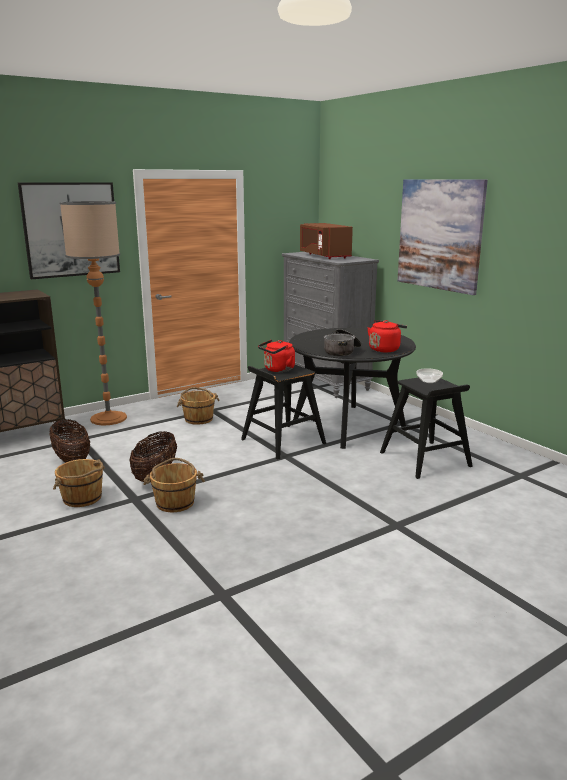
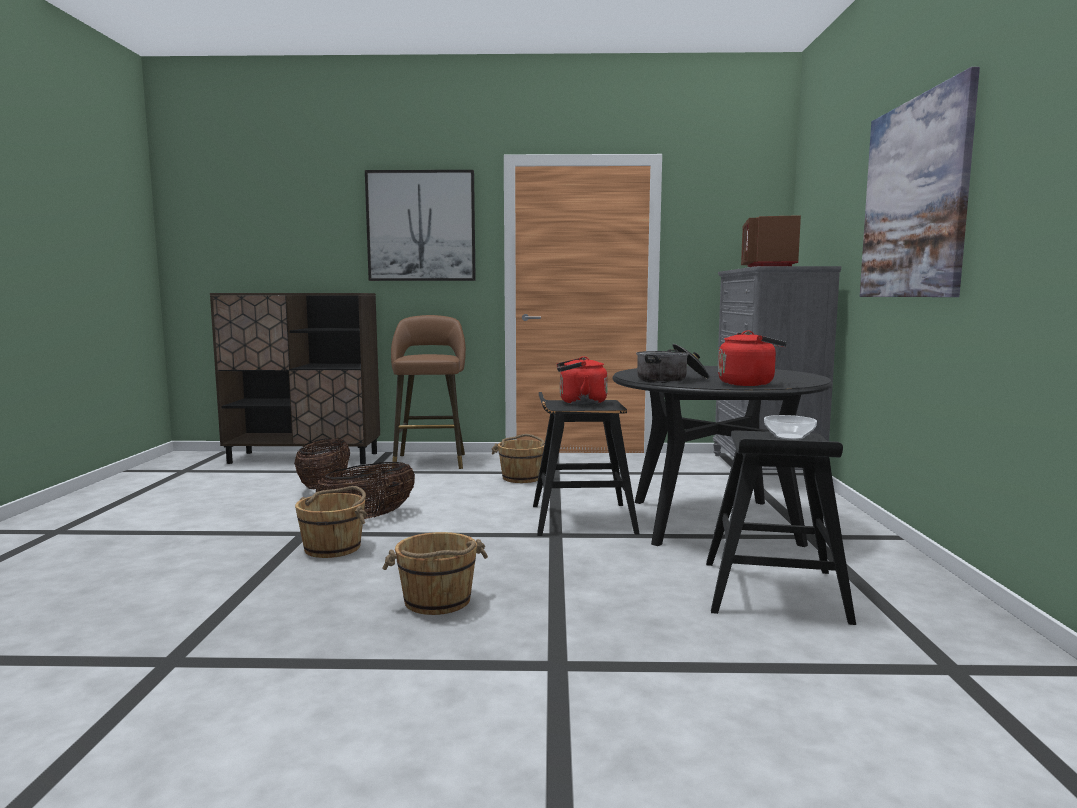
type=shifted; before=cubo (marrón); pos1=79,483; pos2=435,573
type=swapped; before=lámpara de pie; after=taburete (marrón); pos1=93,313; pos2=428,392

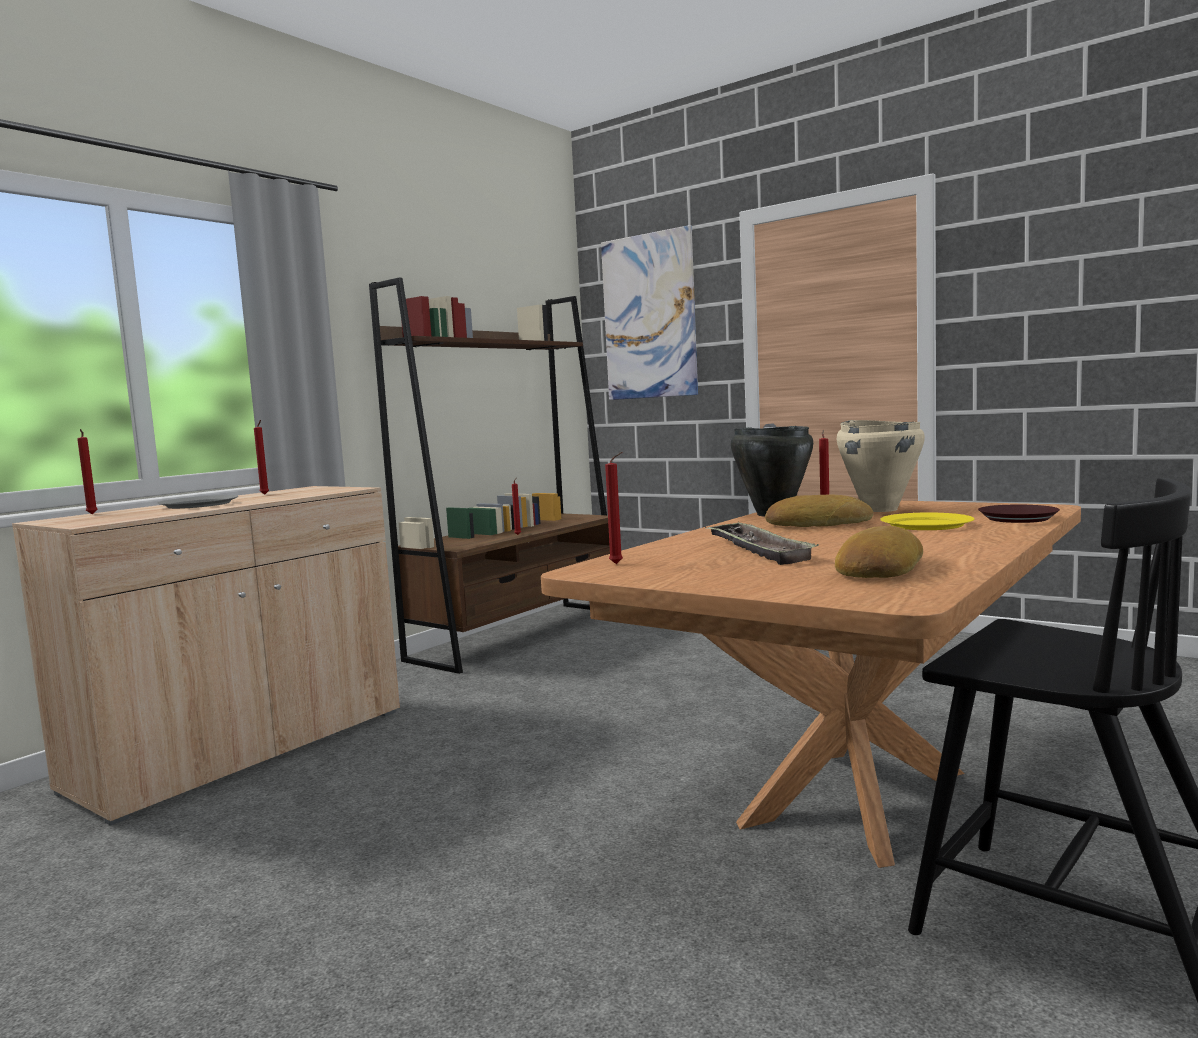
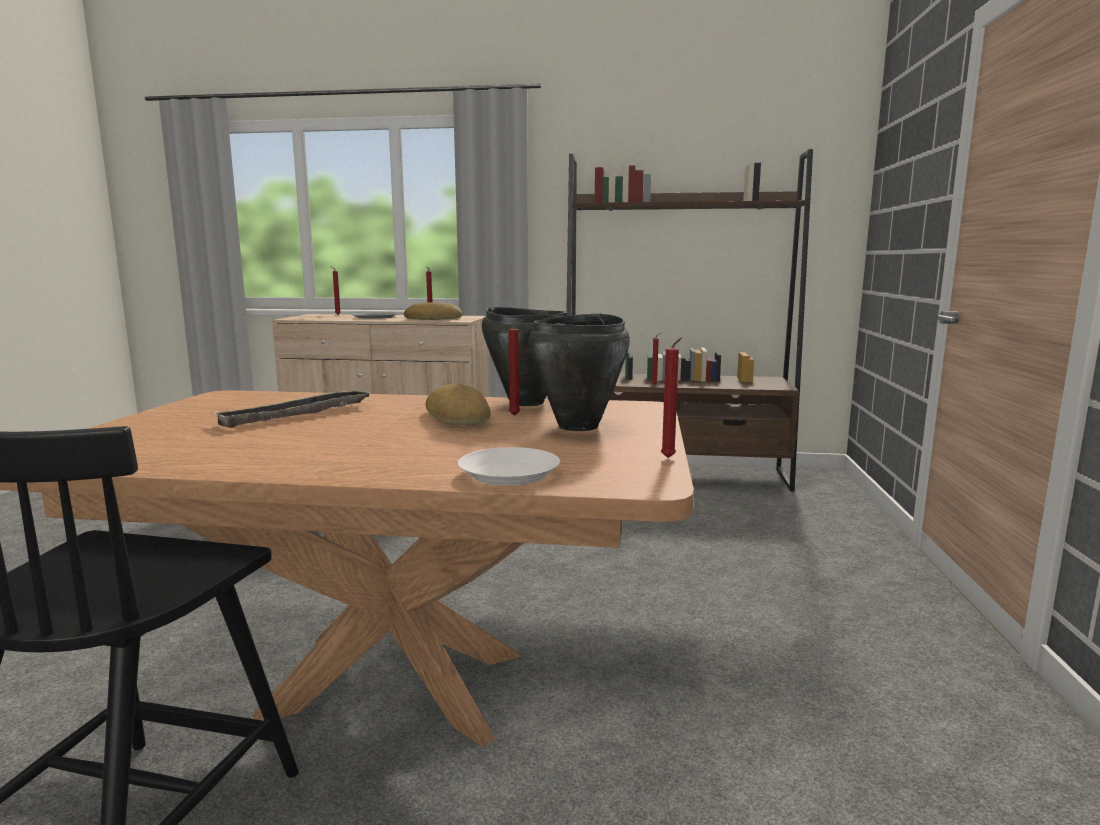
type=gone; before=cuadro; pos1=649,312
type=gone; before=plato (amarillo); pos1=927,521
type=shifted; before=vela (rojo); pos1=614,508; pos2=671,398
type=shifted; before=pan; pos1=879,552; pos2=433,311
type=repainted; before=olla (beis); after=olla (negro); pos1=881,466; pos2=579,372
type=repainted; before=plato (marrón); after=plato (blanco); pos1=1019,514; pos2=509,466

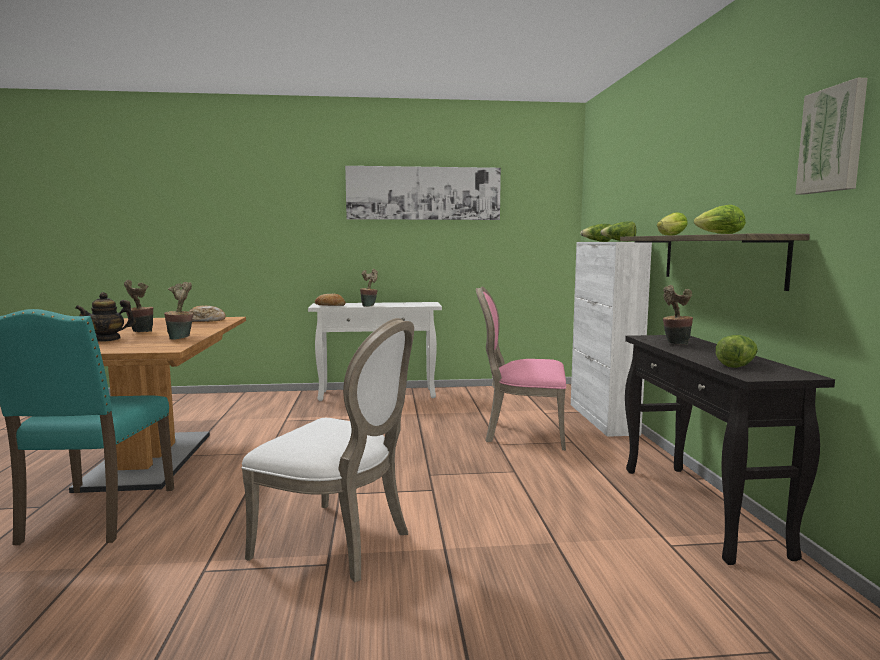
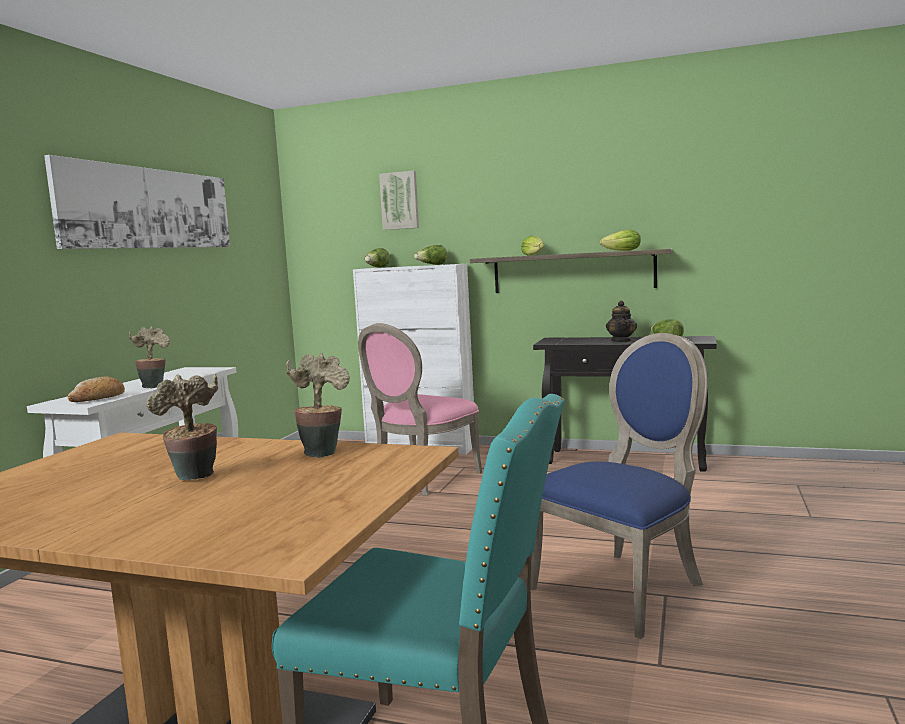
type=gone; before=pan; pos1=207,314
type=gone; before=planta en maceta; pos1=678,315
type=shifted; before=tetera; pos1=105,317; pos2=621,321
type=shifted; before=cuadro; pos1=831,136; pos2=399,200
type=repainted; before=silla (blanco); after=silla (azul); pos1=327,450; pos2=619,486

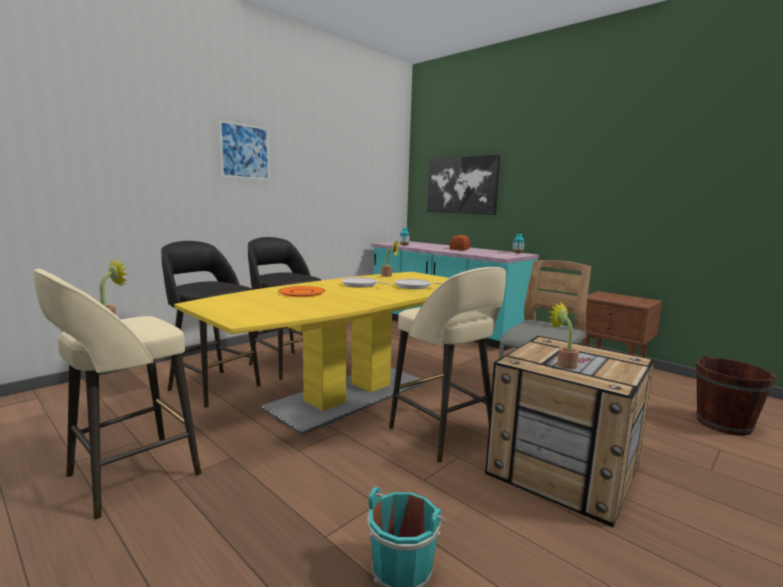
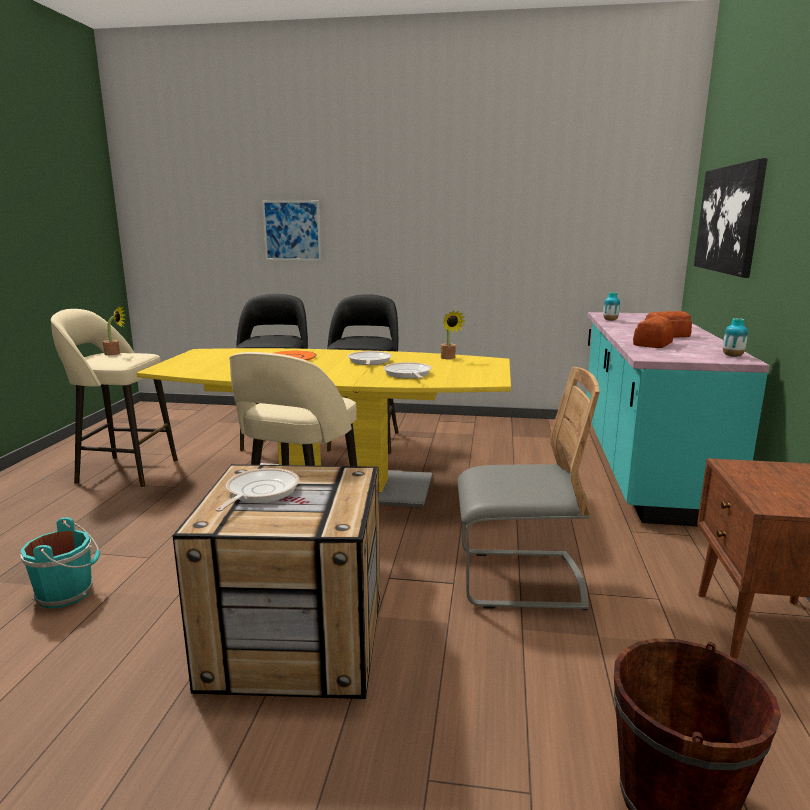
type=new; after=pan; pos2=653,332
type=shifted; before=cuadro; pos1=244,150; pos2=291,230
type=swapped; before=planta en maceta; after=sartén; pos1=563,335; pos2=257,490

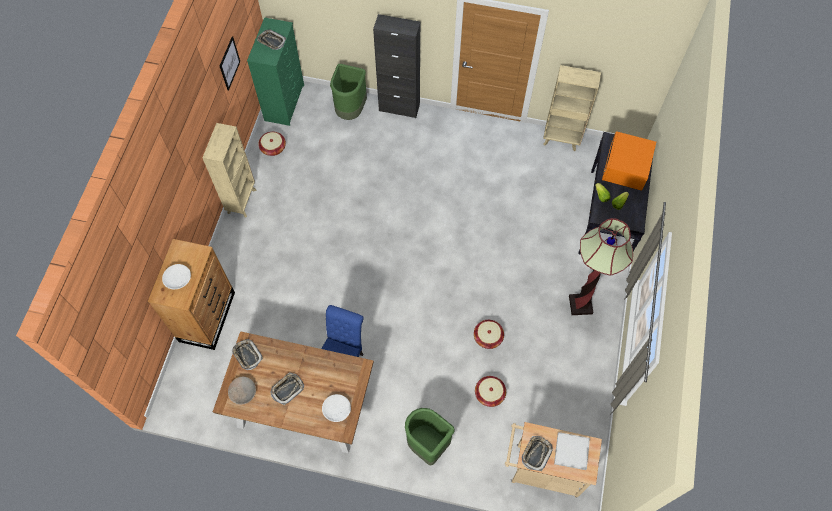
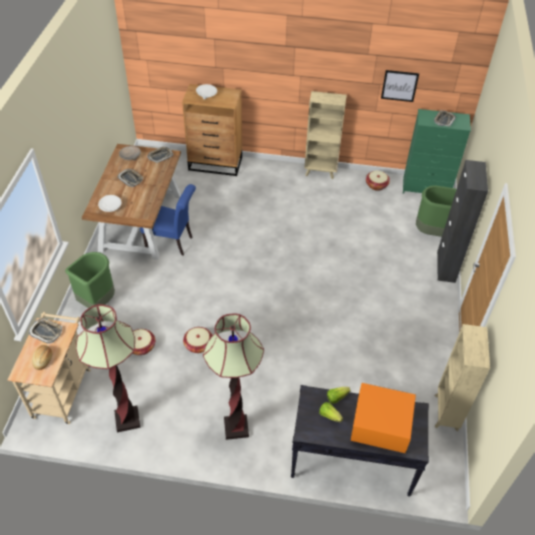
type=new; after=lámpara de pie; pos2=108,368
type=swapped; before=bandeja (blanco); after=pan; pos1=572,451; pos2=42,357

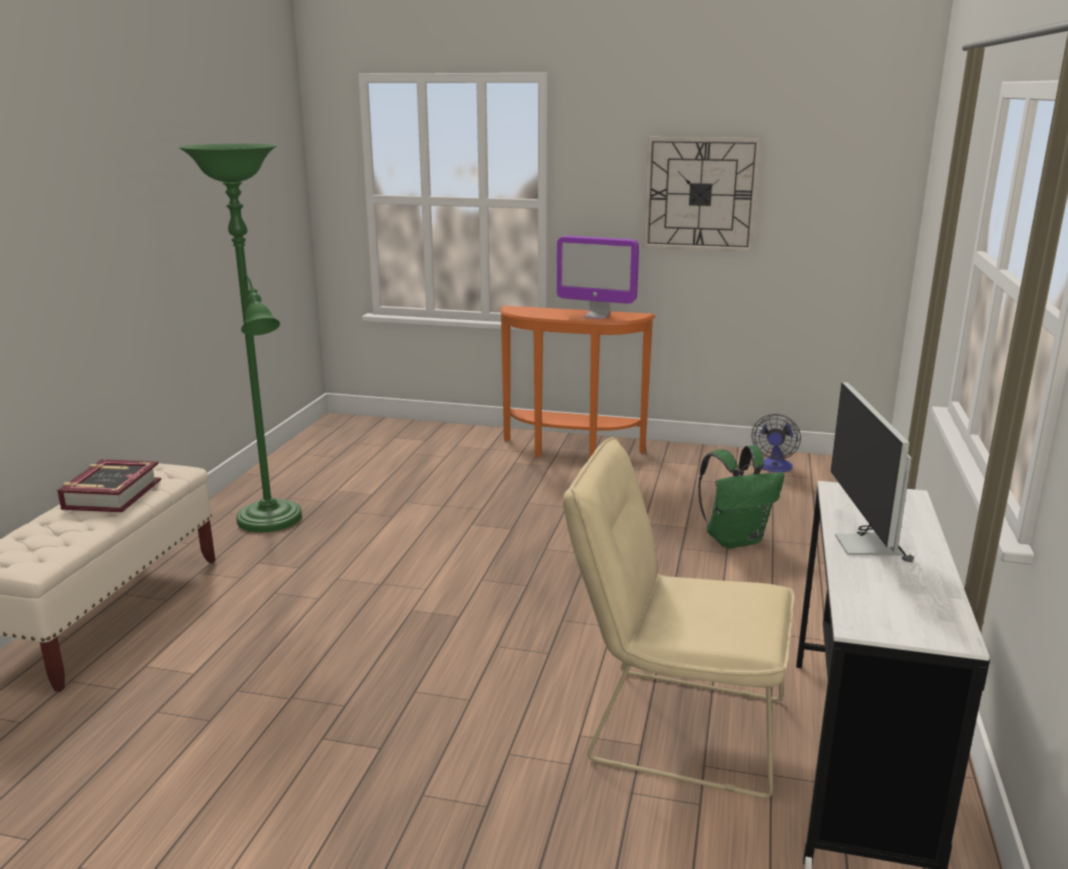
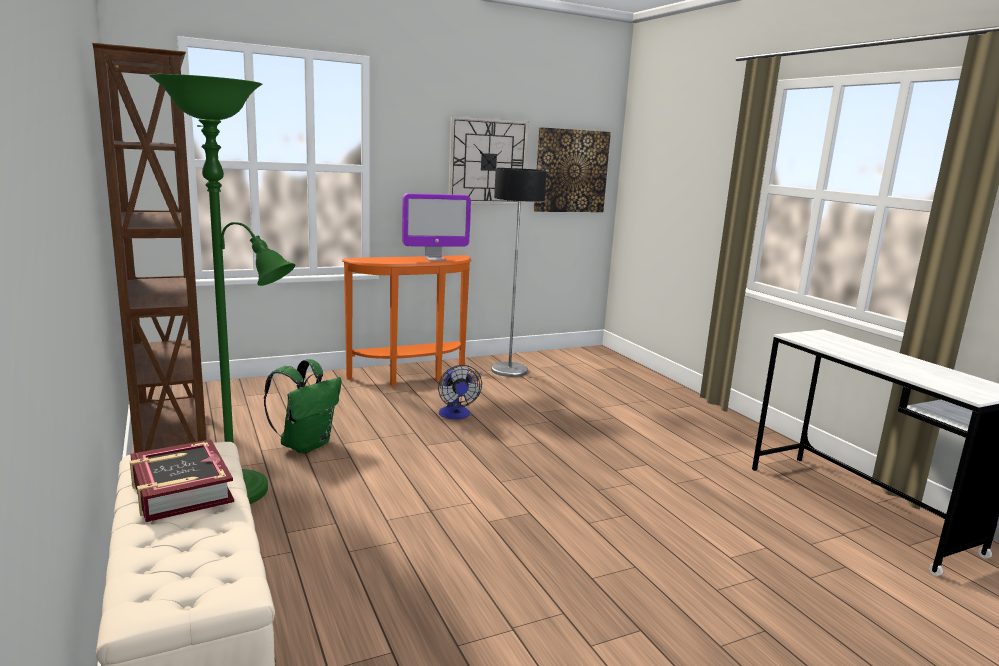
type=gone; before=silla (beis); pos1=679,617
type=gone; before=monitor; pos1=872,472
type=new; after=estantería (marrón); pos2=149,248
type=new; after=lámpara de pie; pos2=519,272
type=new; after=cuadro; pos2=572,169
type=shifted; before=mochila (verde); pos1=741,497; pos2=302,406
type=shifted; before=ventilador; pos1=776,443; pos2=460,392

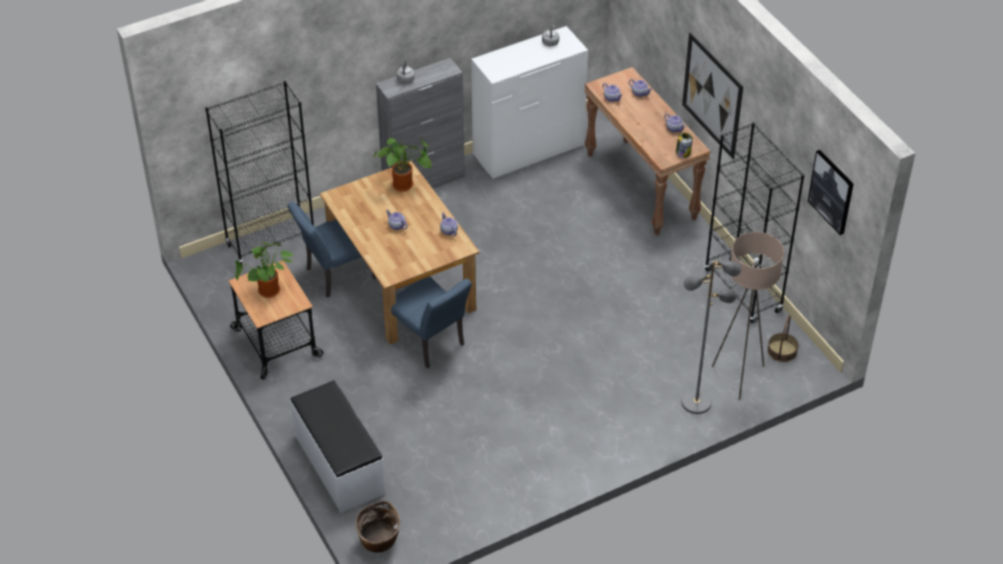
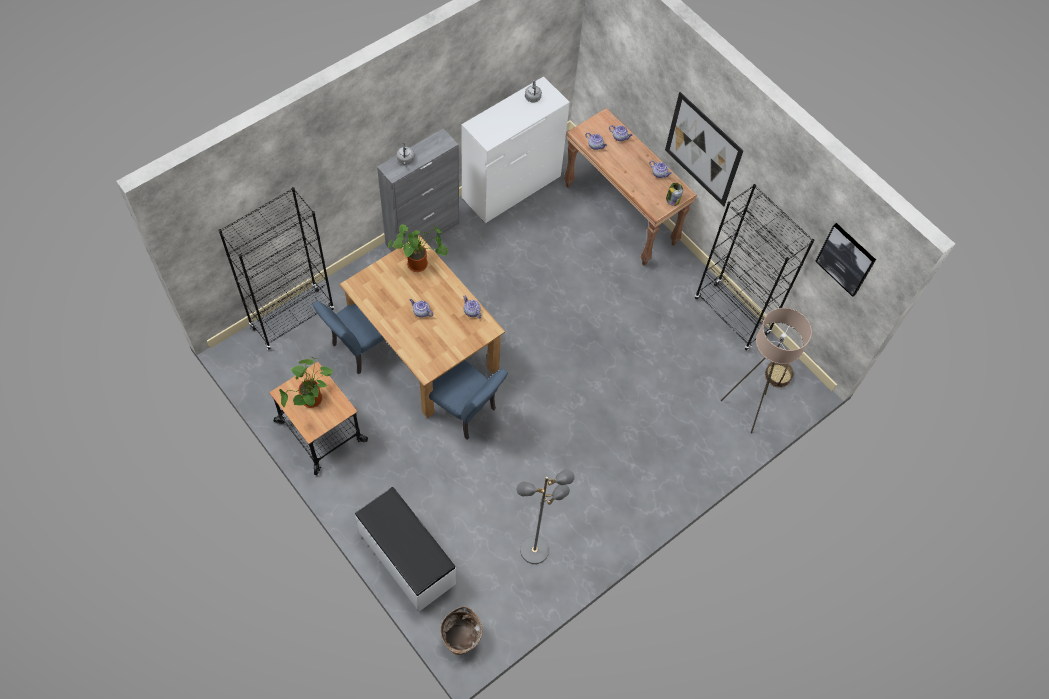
type=shifted; before=lámpara de pie (gris); pos1=711,337; pos2=546,516

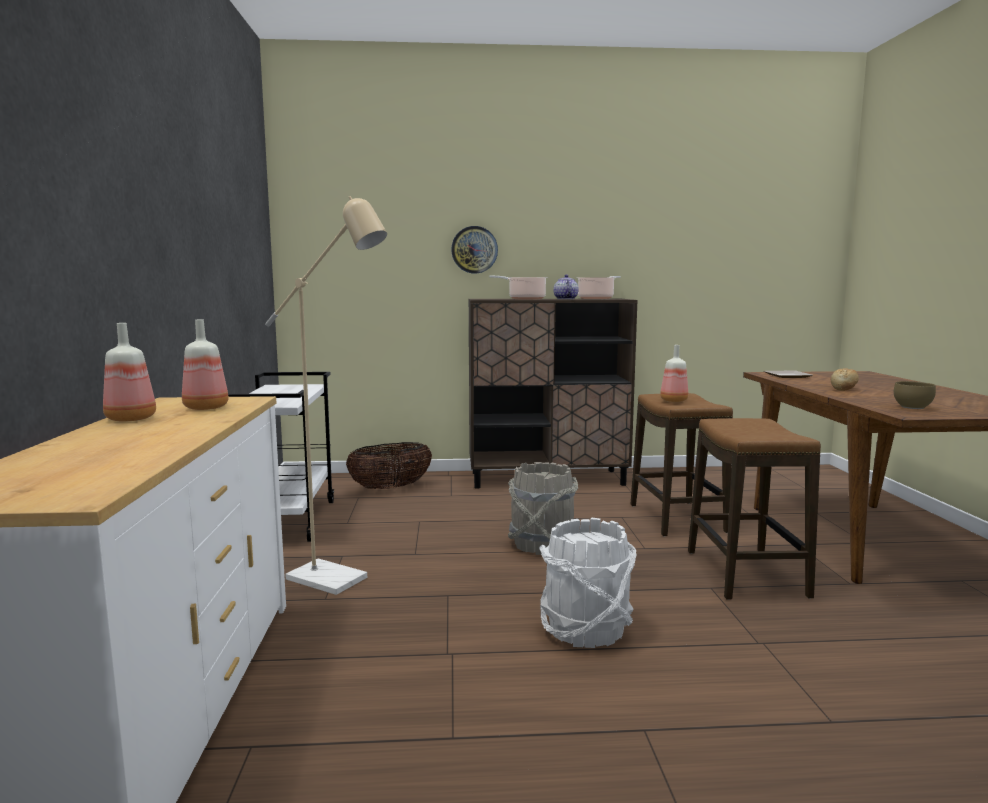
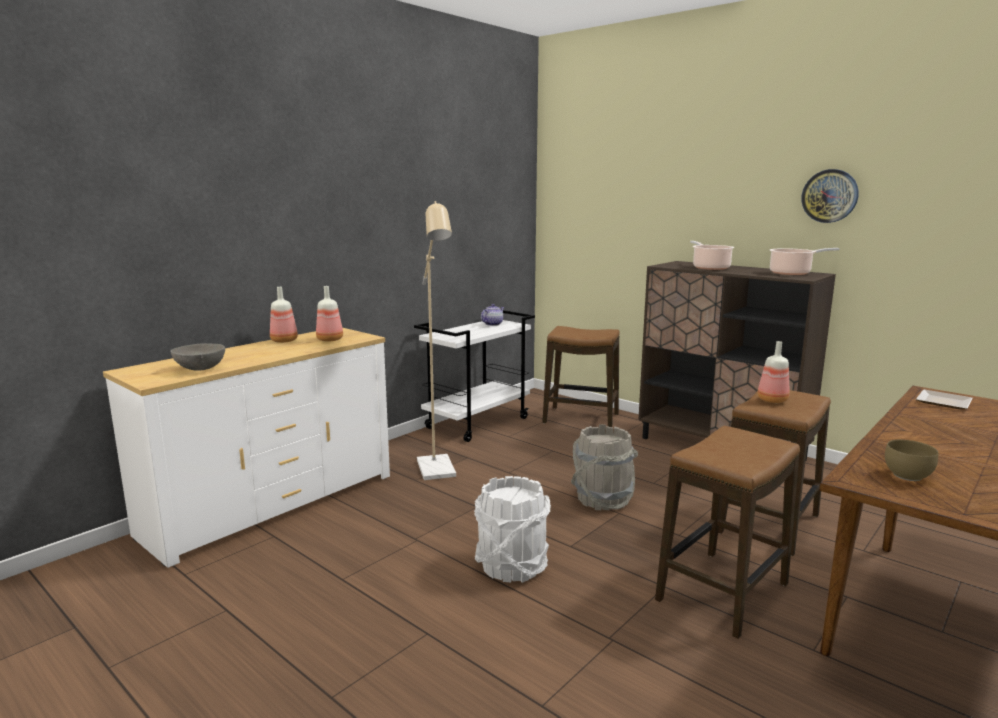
type=gone; before=pan; pos1=845,379
type=new; after=cuenco (gris); pos2=197,357
type=shifted; before=reloj de pared; pos1=474,250; pos2=830,196
type=shifted; before=tetera; pos1=566,287; pos2=492,315
type=swapped; before=cesta; after=taburete; pos1=389,465; pos2=581,376

